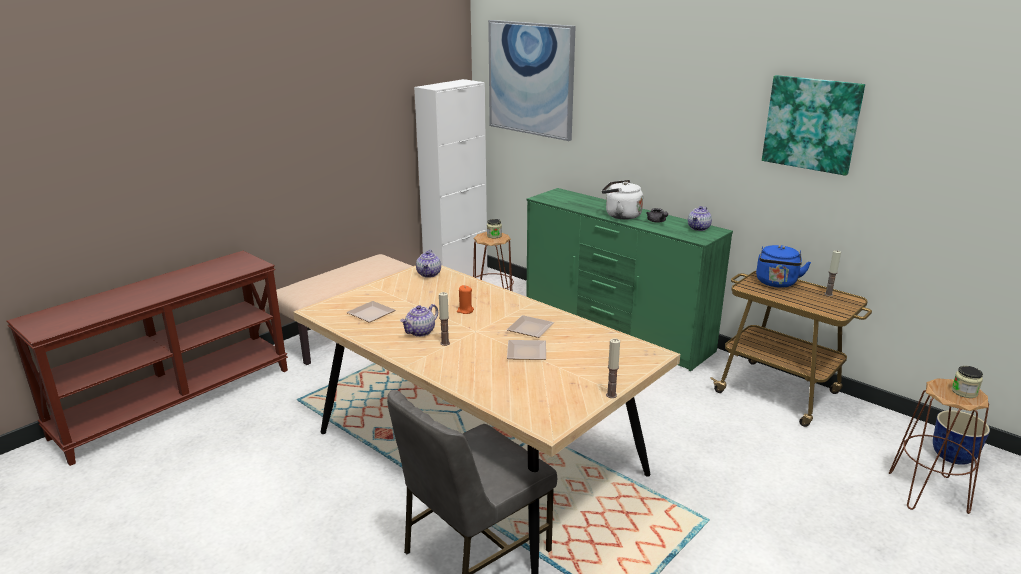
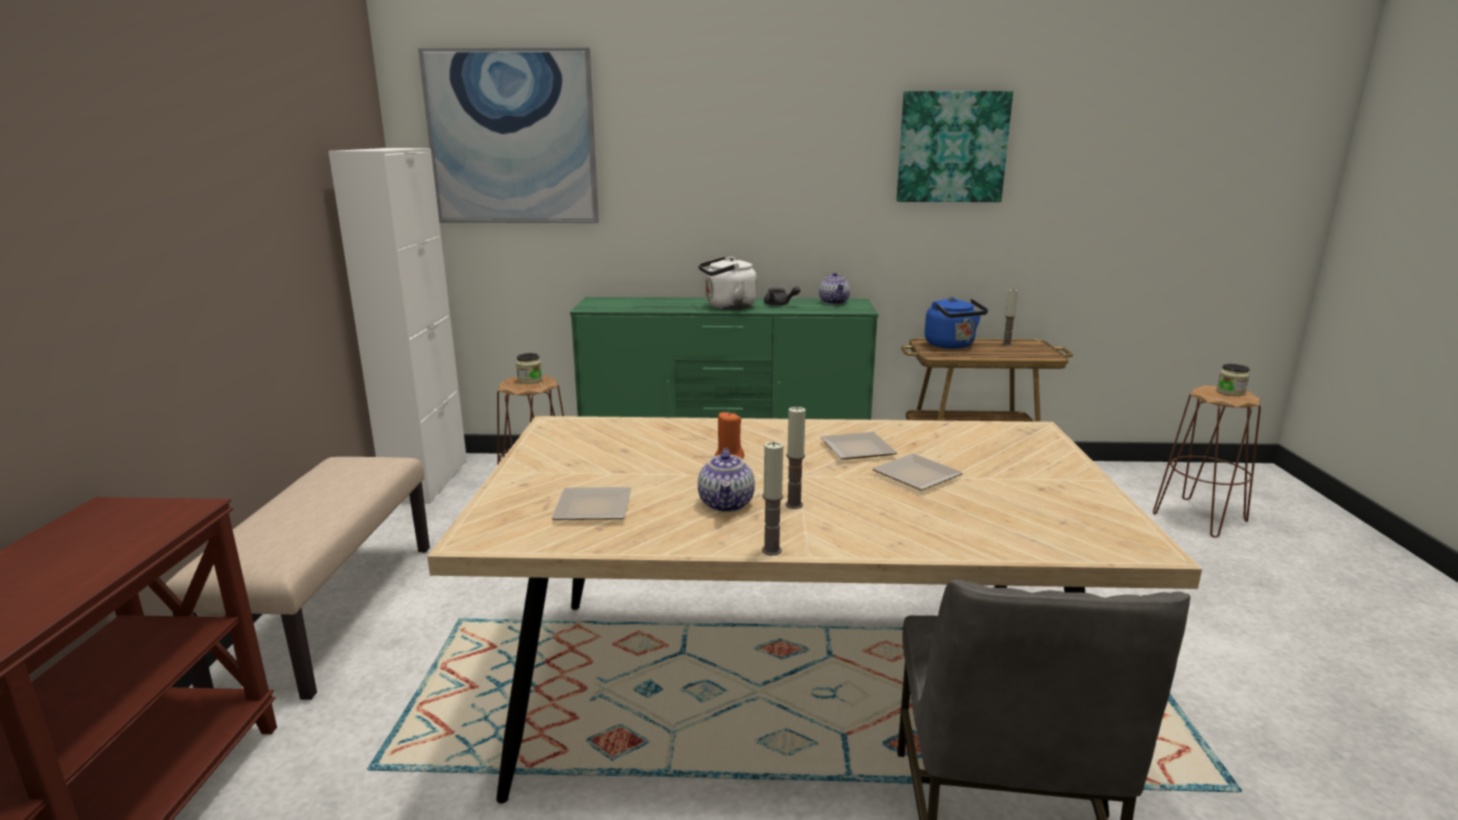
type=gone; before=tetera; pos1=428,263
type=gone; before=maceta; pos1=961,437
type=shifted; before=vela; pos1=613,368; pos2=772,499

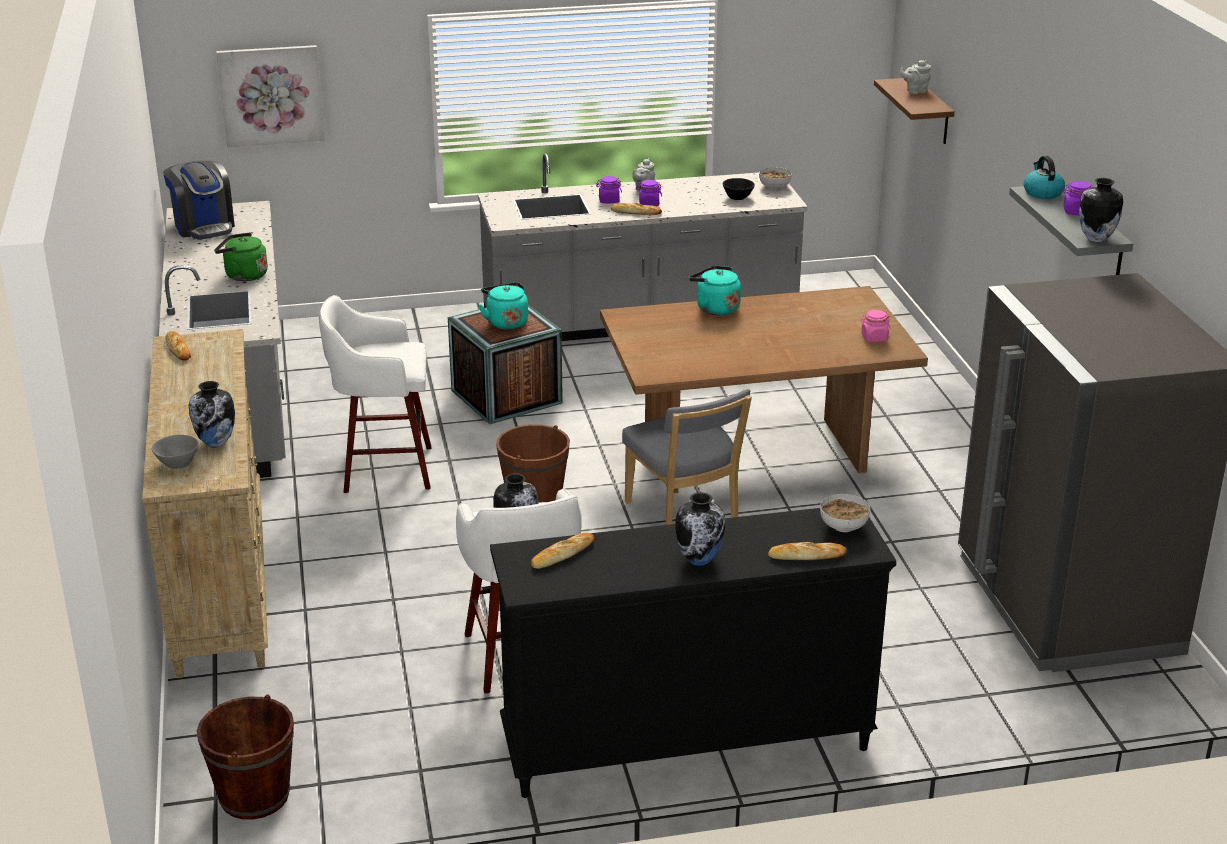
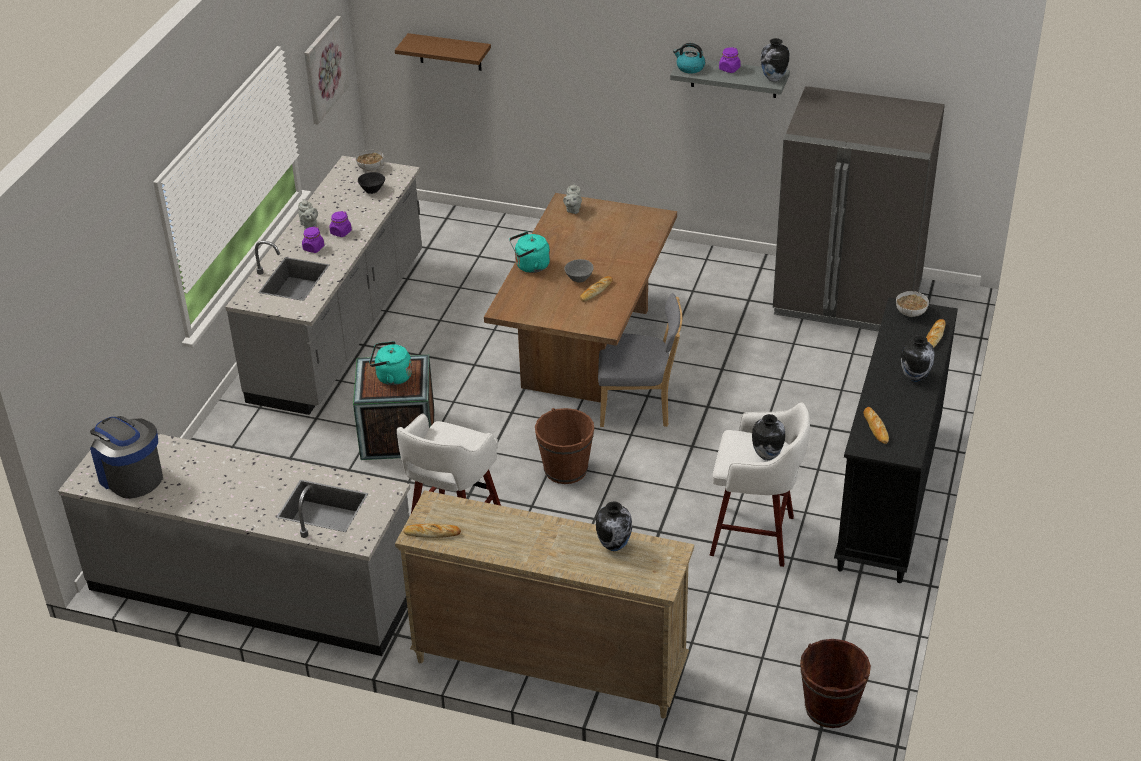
type=gone; before=hervidor (verde); pos1=241,257
type=gone; before=tarro (rosa); pos1=875,326
type=shifted; before=cuenco (gris); pos1=175,452; pos2=579,271
type=shifted; before=cuadro; pos1=270,96; pos2=326,70
type=shifted; before=pan; pos1=636,209; pos2=596,288
type=shifted; before=tetera (gris); pos1=915,77; pos2=572,198
type=rotated; before=cafetera; pos1=199,200; pos2=126,457; turn=-135

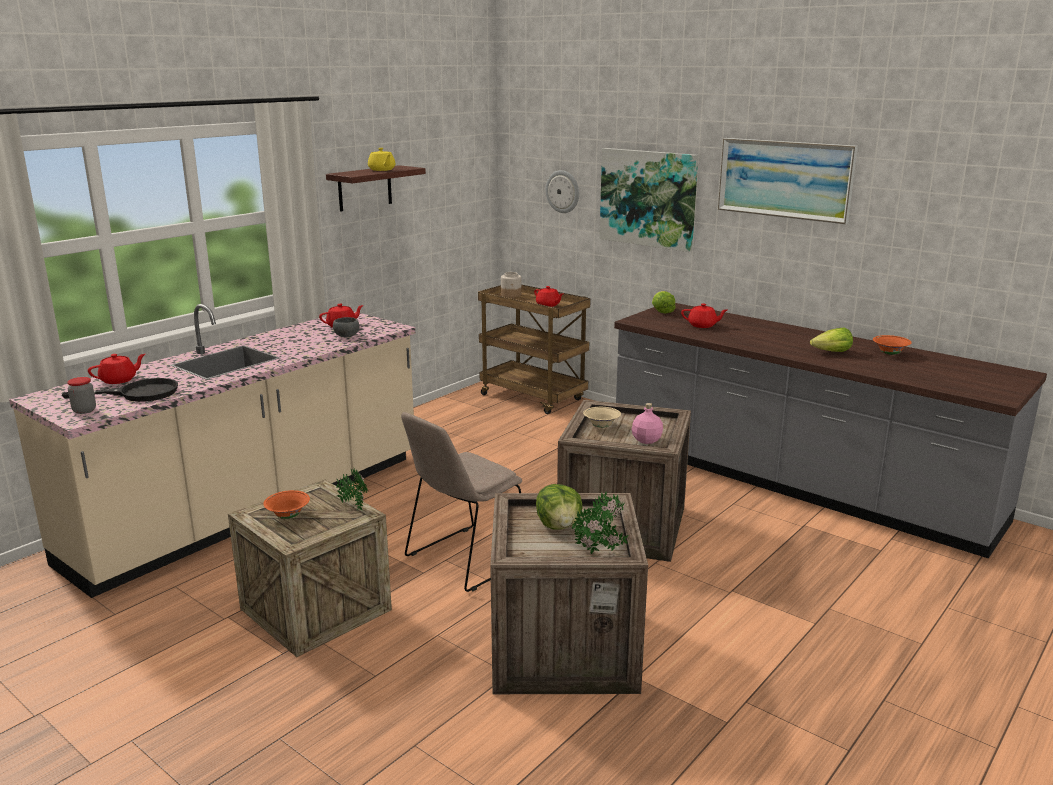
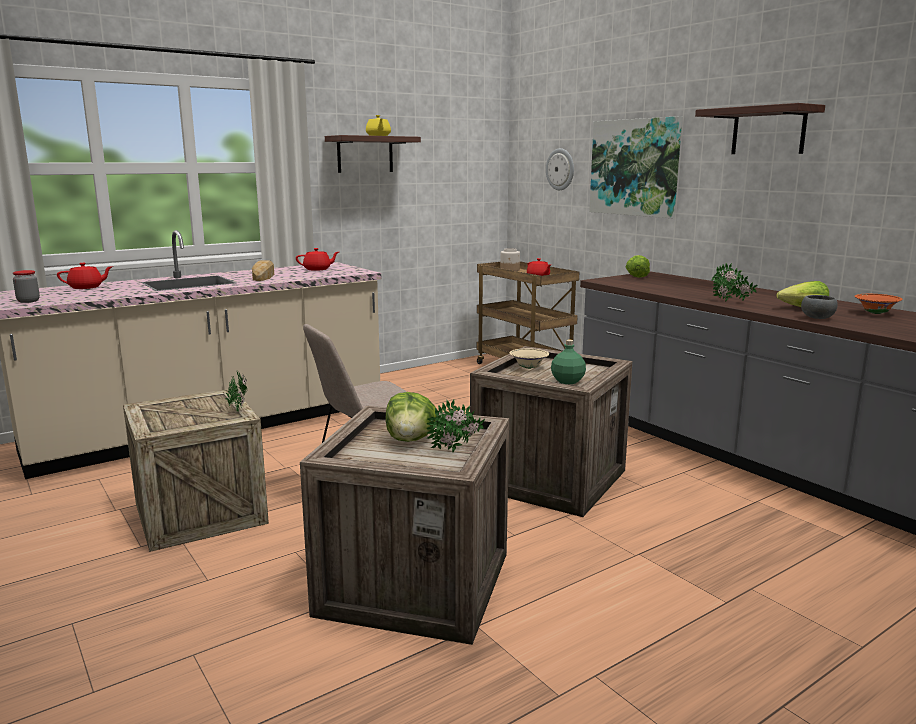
type=gone; before=sartén (negro); pos1=120,390
type=gone; before=cuenco (naranja); pos1=286,504
type=gone; before=tetera (rojo); pos1=704,315
type=new; after=pan; pos2=263,271
type=shifted; before=cuenco (gris); pos1=346,327; pos2=819,307
type=shifted; before=planta en maceta; pos1=600,531; pos2=734,282
type=swapped; before=cuadro; after=estante; pos1=788,181; pos2=760,128
type=repainted; before=botella (rosa); after=botella (verde); pos1=647,423; pos2=568,362

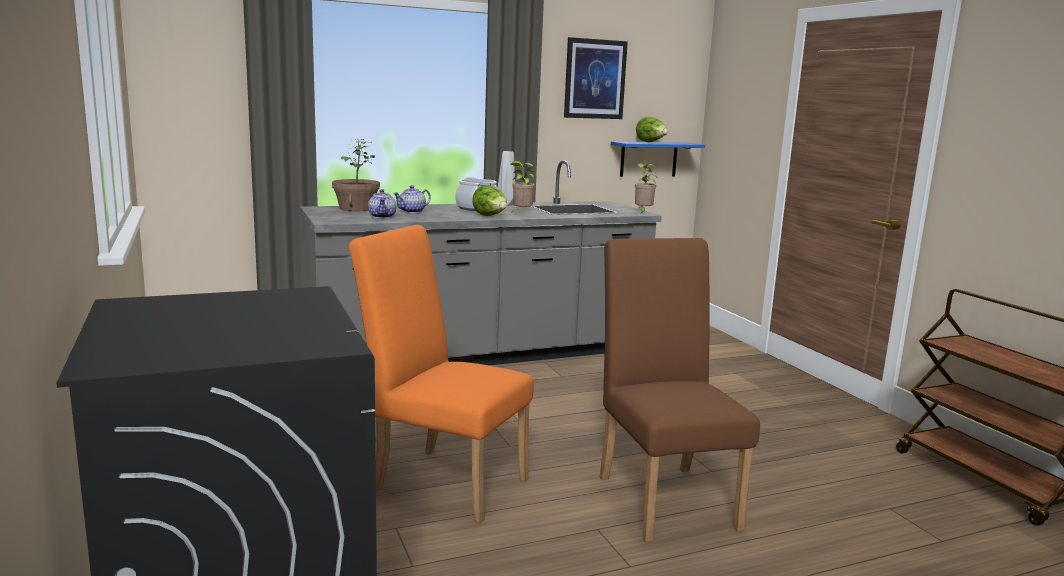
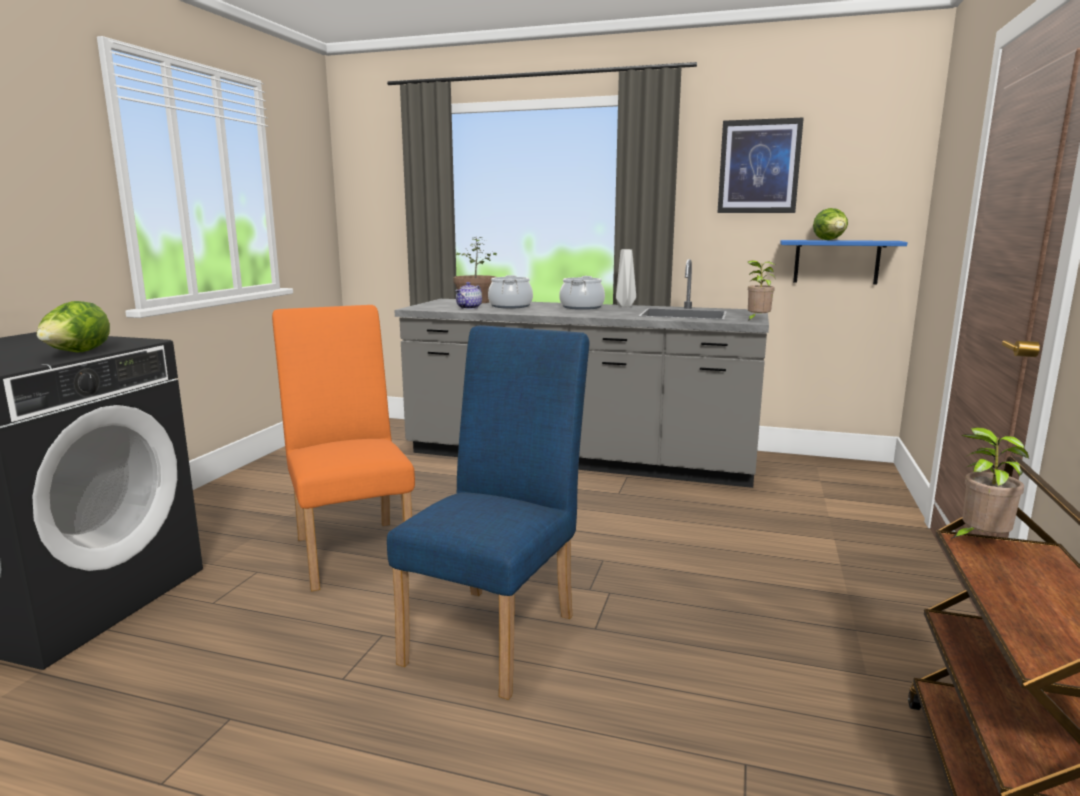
type=shifted; before=lechuga; pos1=489,200; pos2=73,326
type=shifted; before=planta en maceta; pos1=522,187; pos2=990,483
type=swapped; before=tetera; after=olla; pos1=412,199; pos2=510,292
type=repainted; before=silla (marrón); after=silla (azul); pos1=680,390; pos2=488,512

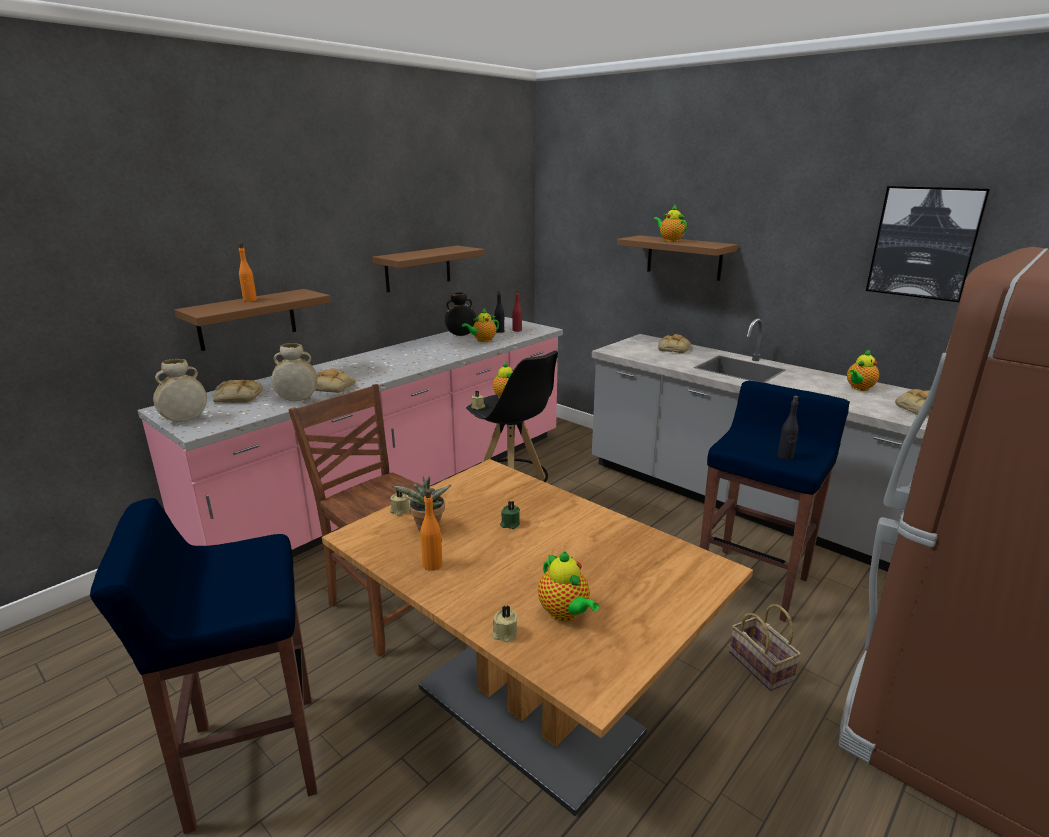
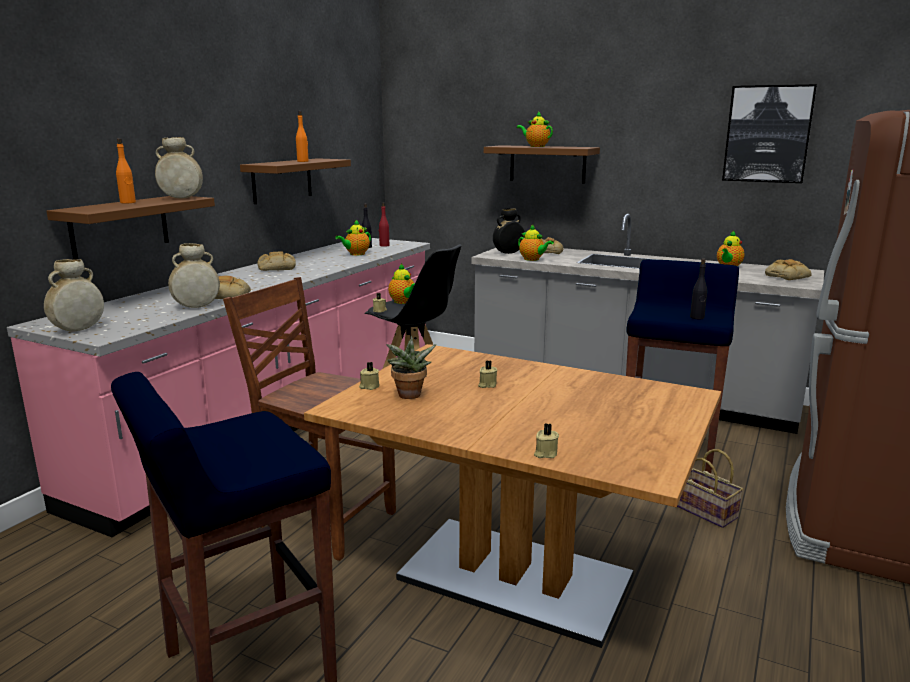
type=new; after=florero (beis); pos2=179,167
type=shifted; before=pan; pos1=238,391; pos2=276,261
type=shifted; before=botella (naranja); pos1=431,530; pos2=302,136
type=shifted; before=florero (negro); pos1=460,314; pos2=509,231
type=shifted; before=tetera; pos1=568,586; pos2=536,243
type=repainted; before=vela (verde); after=vela (beis); pos1=510,515; pos2=487,374

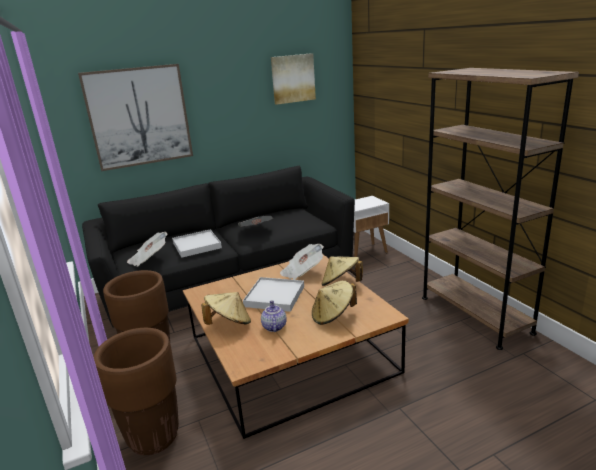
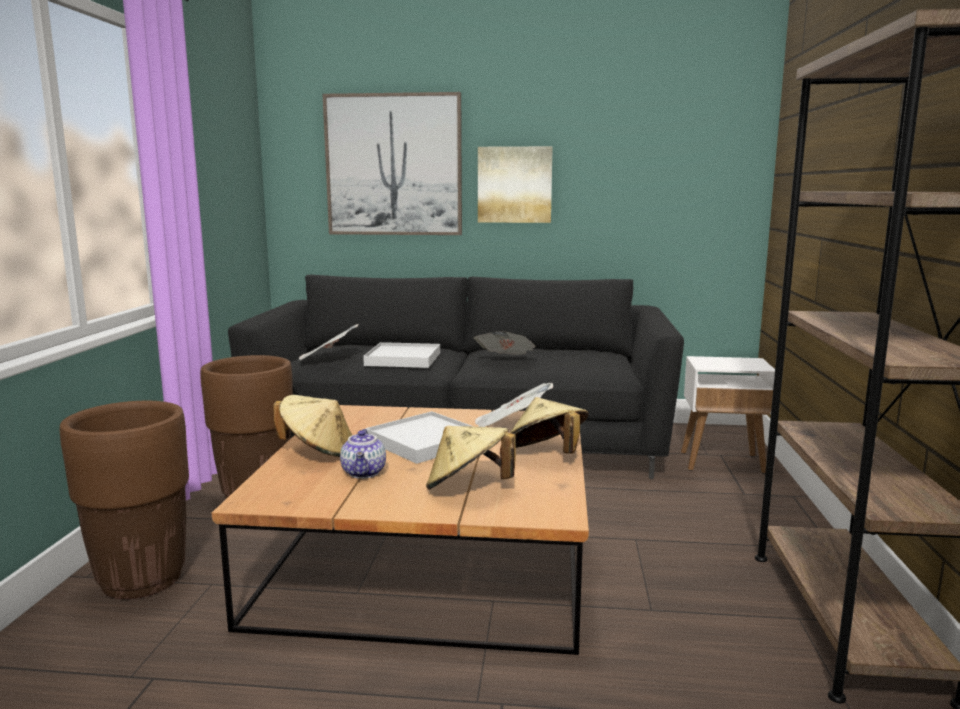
type=shifted; before=cuadro; pos1=293,79; pos2=515,184
type=rotated; before=tetera; pos1=274,316; pos2=363,454; turn=150

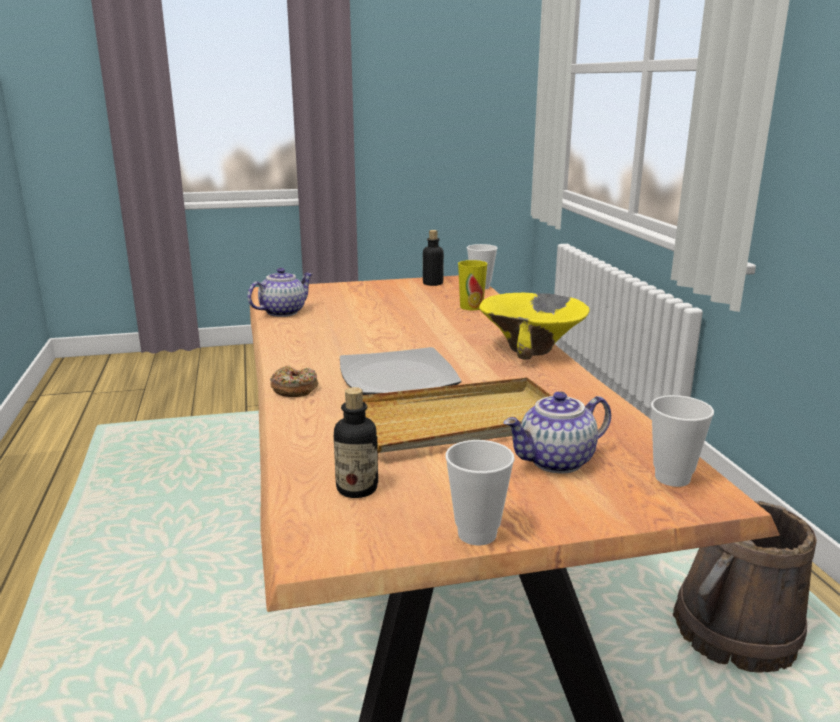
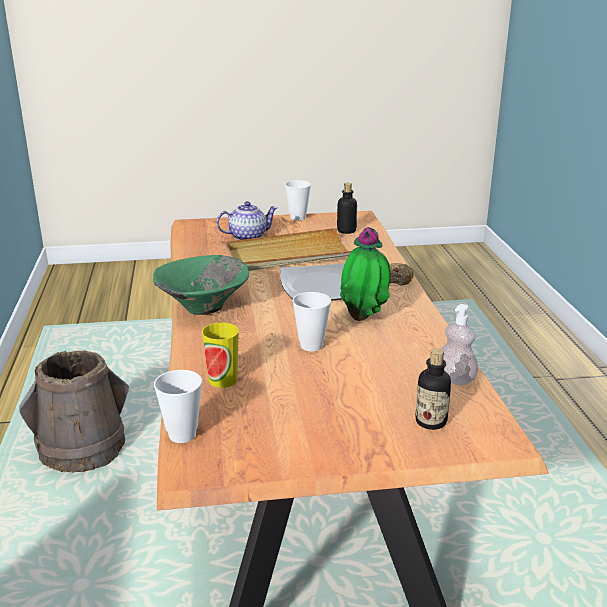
type=new; after=planta en maceta; pos2=365,274
type=shifted; before=botella; pos1=433,258; pos2=433,389
type=shifted; before=taza; pos1=682,441; pos2=311,322
type=swapped; before=tetera; after=dispensador de jabón; pos1=280,292; pos2=459,344
type=repainted; before=cuenco (amarillo); after=cuenco (verde); pos1=534,326; pos2=201,285

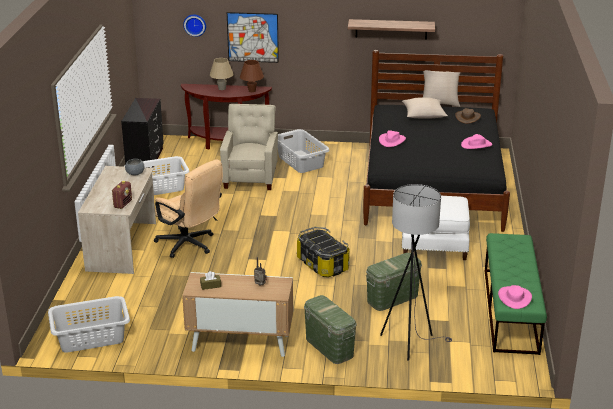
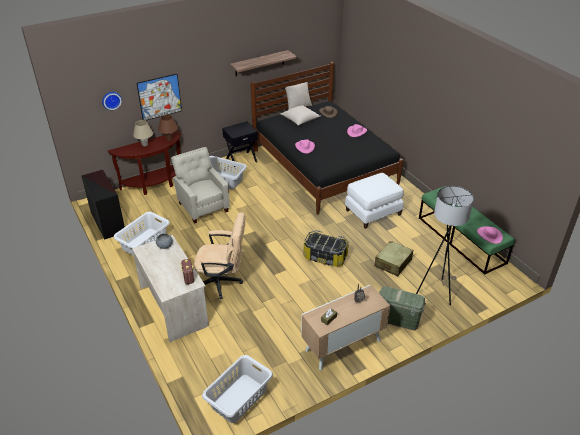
type=new; after=mesita de noche (negro); pos2=240,145
type=swapped; before=caja de almacenaje (verde); after=maleta (beis); pos1=394,282; pos2=393,258

